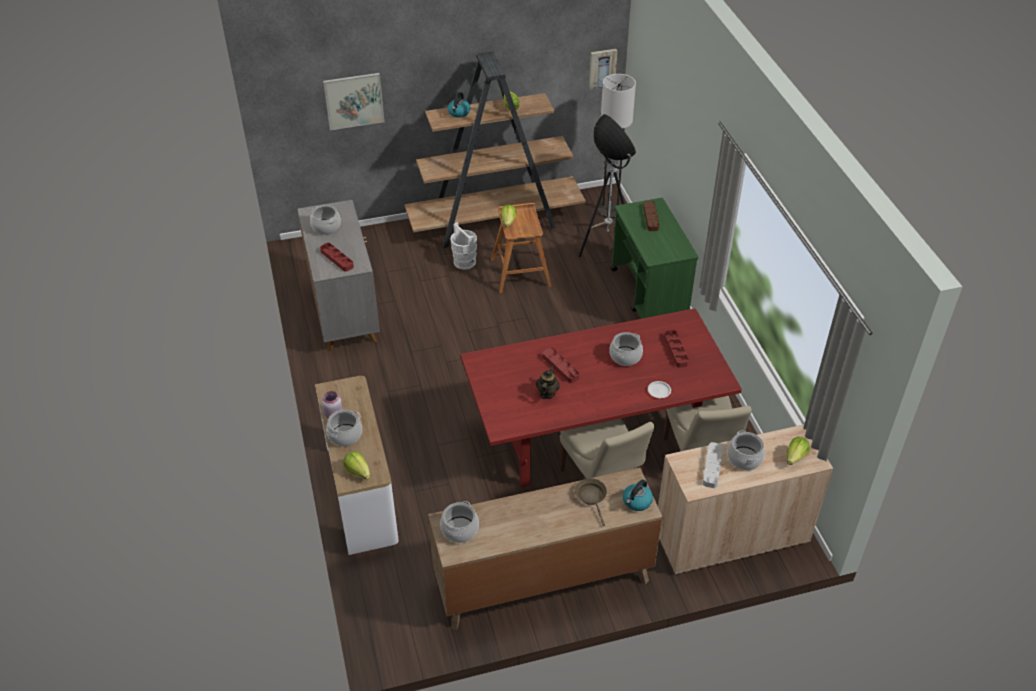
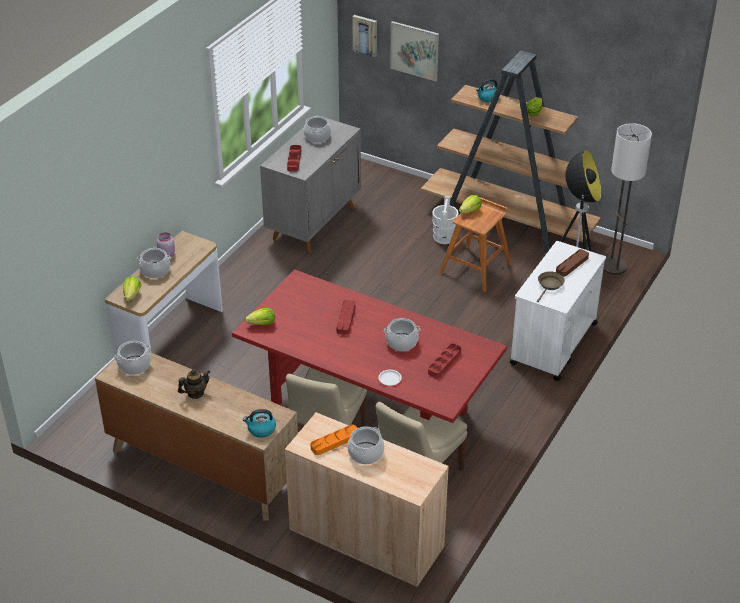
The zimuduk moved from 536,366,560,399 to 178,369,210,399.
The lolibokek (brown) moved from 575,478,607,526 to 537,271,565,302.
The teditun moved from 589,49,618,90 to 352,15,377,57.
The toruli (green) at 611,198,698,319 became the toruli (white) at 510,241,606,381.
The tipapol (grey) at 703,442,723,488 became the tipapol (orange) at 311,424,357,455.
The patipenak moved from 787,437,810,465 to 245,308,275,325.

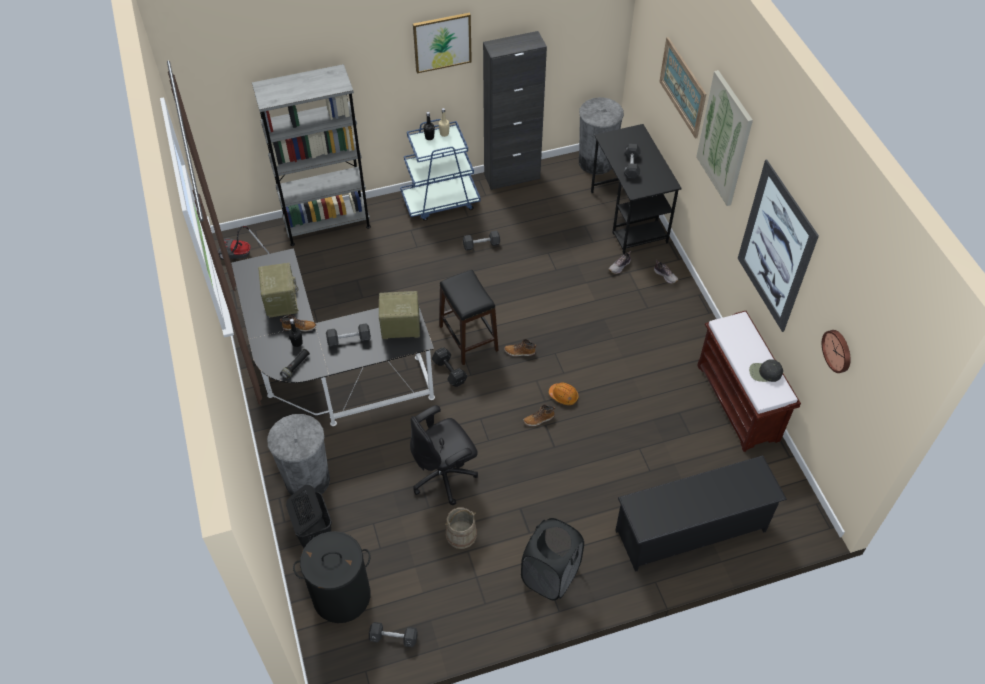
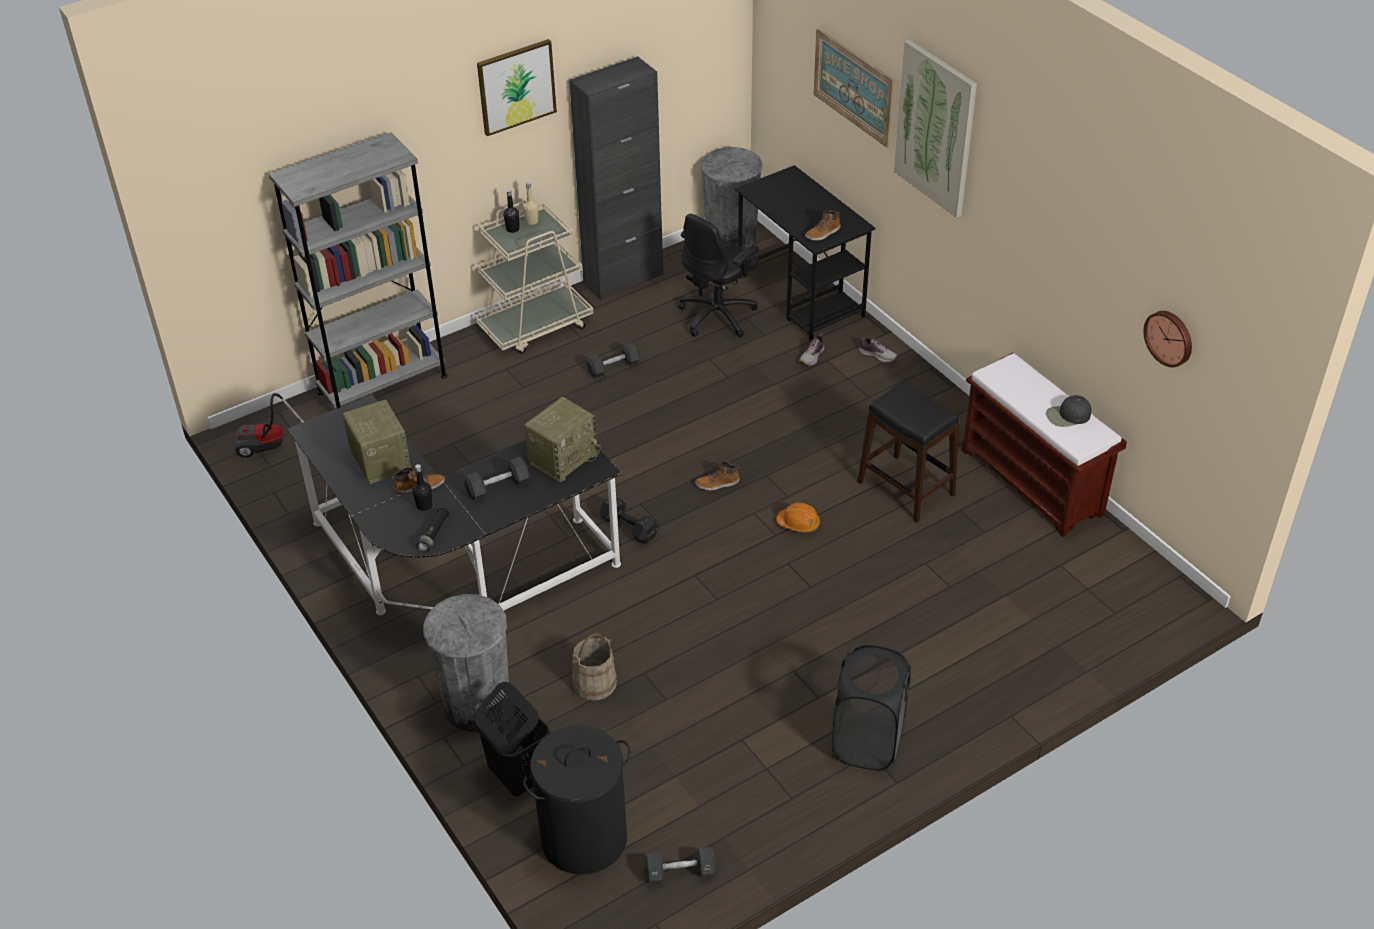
The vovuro at 379,291,420,339 turned 150 degrees clockwise.
The toruli (blue) at 400,119,481,221 became the toruli (beige) at 475,202,593,354.
The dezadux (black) moved from 410,405,478,505 to 678,214,760,337.
The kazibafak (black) moved from 439,270,499,365 to 857,382,959,523.
The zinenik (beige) moved from 445,508,477,549 to 572,633,617,701.
The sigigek moved from 523,405,555,426 to 805,210,841,241.
The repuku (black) at 615,456,787,572 disappeared.
The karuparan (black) at 623,144,640,179 disappeared.
The teditun at 738,159,819,332 disappeared.

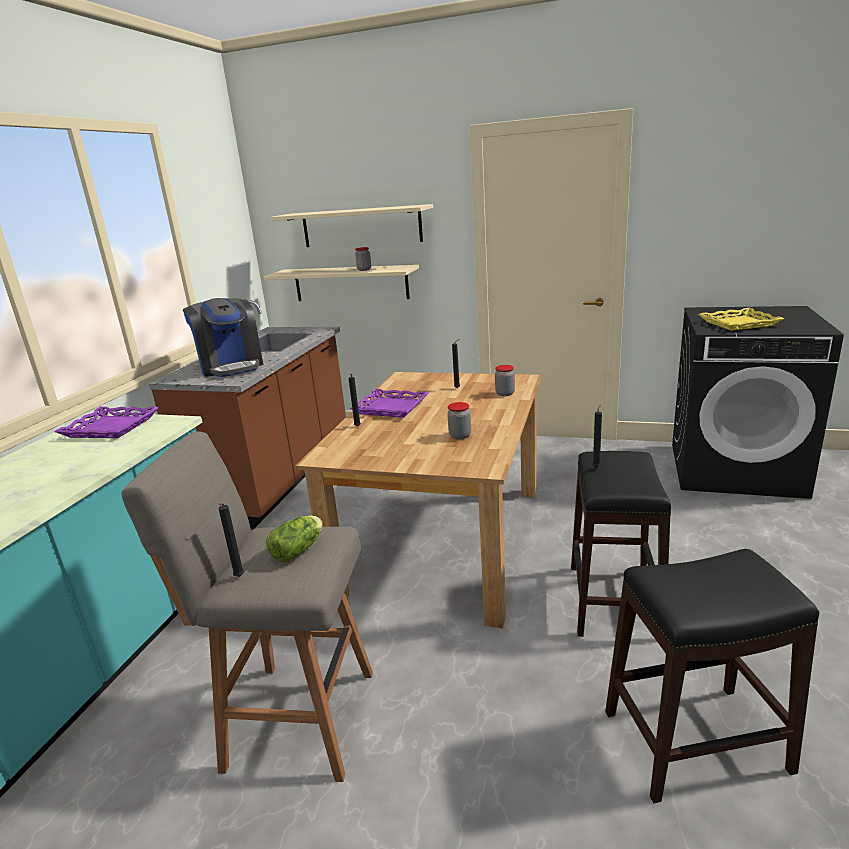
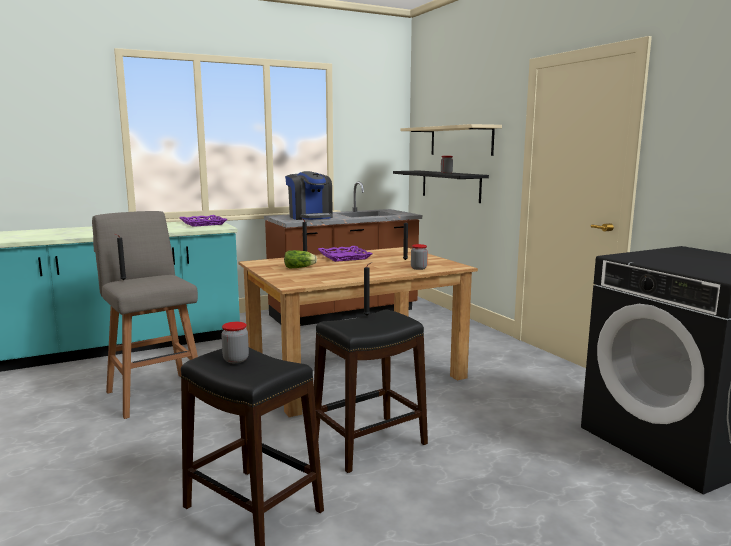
The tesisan at 183,298,263,377 turned 45 degrees counterclockwise.
The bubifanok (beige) at 264,265,419,301 became the bubifanok (black) at 393,171,489,203.
The patipenak moved from 266,516,323,562 to 284,250,317,268.
The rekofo moved from 447,402,471,439 to 221,322,249,363.
The tipapol (yellow) at 699,308,784,331 disappeared.

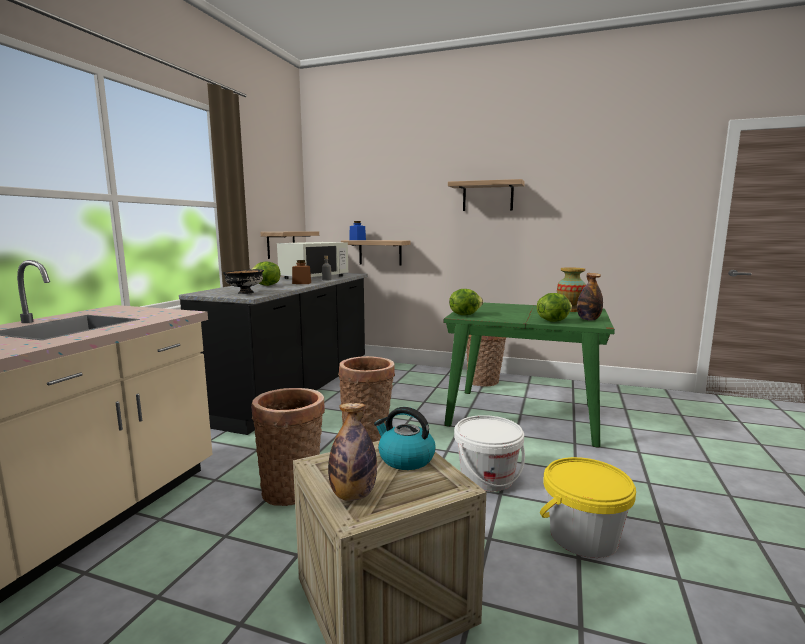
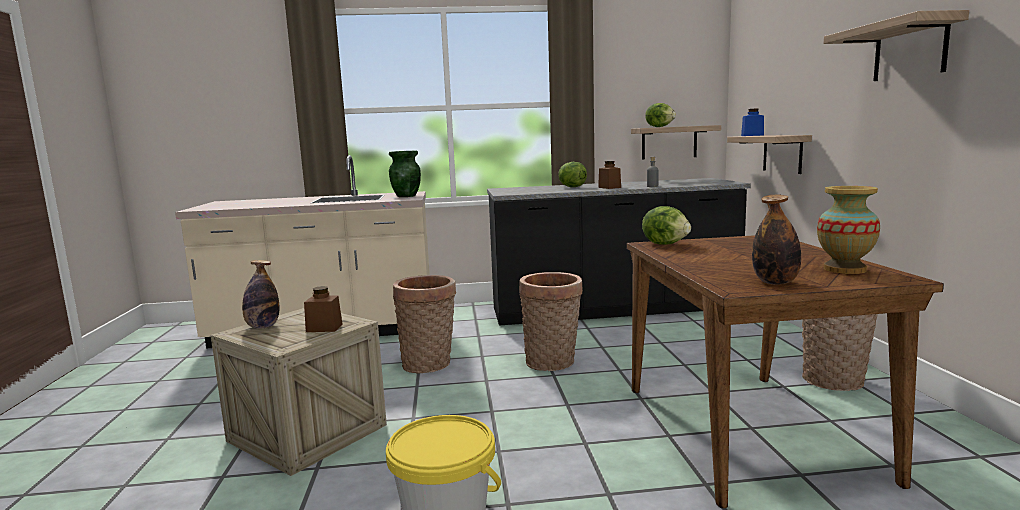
The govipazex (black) at 223,269,264,294 disappeared.
The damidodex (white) at 277,242,348,279 disappeared.
The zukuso at 374,407,435,470 was replaced by the rekofo (brown) at 304,286,342,332.
The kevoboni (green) at 444,303,615,448 became the kevoboni (brown) at 626,235,944,508.
The zinenik (white) at 454,415,525,492 disappeared.
The patipenak moved from 537,293,572,322 to 645,103,676,127.
The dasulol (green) at 389,151,421,197 appeared.

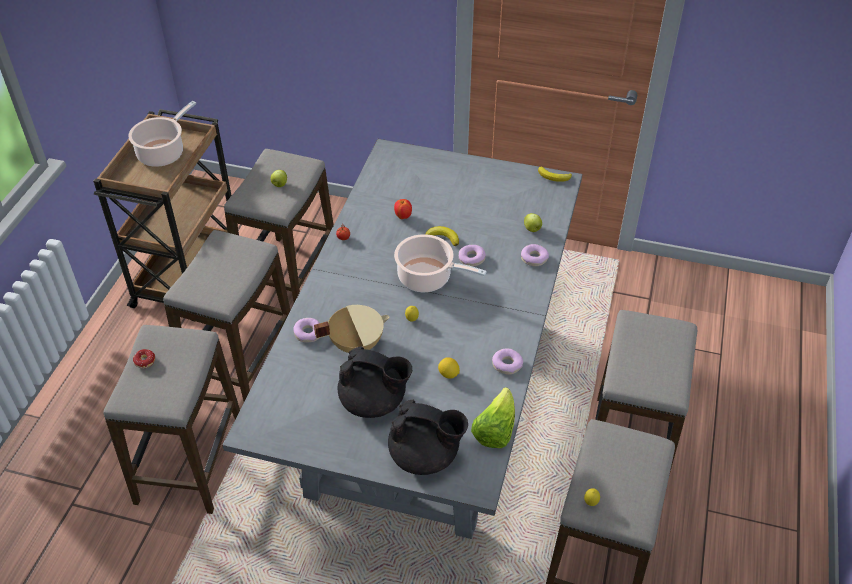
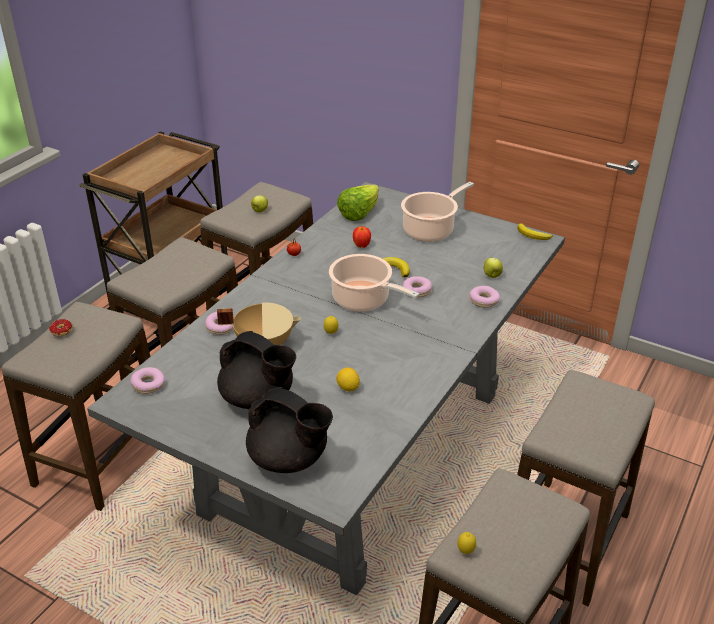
The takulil moved from 128,101,196,167 to 401,182,474,242.
The patipenak moved from 471,387,515,448 to 337,185,379,221.
The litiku moved from 492,348,523,375 to 130,367,165,394.

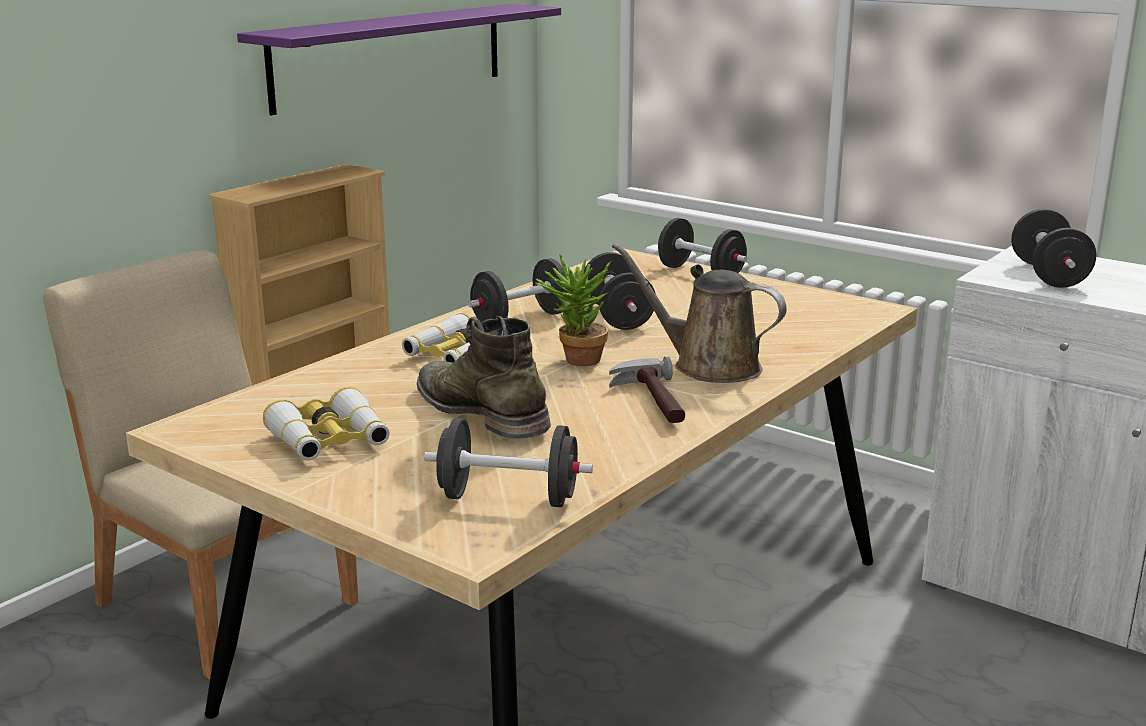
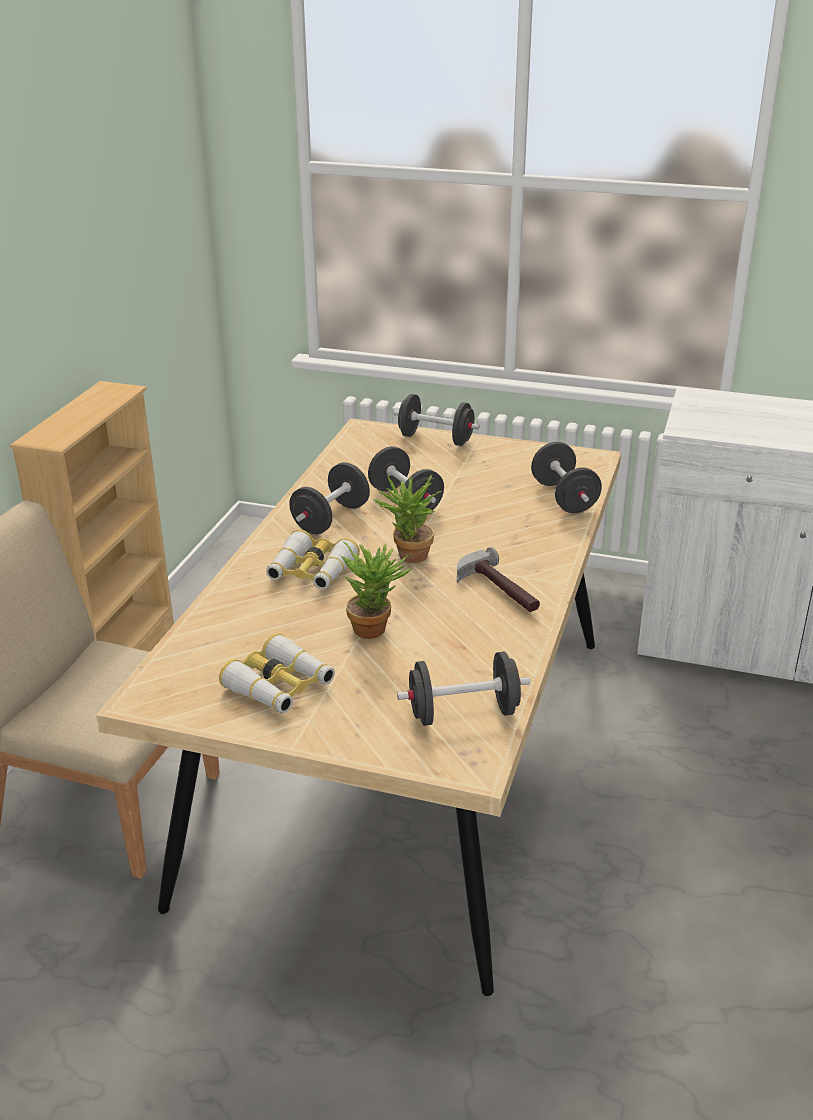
The bubifanok (purple) at 237,4,561,115 disappeared.
The sigigek (green) at 417,316,551,439 was replaced by the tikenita at 341,542,412,639.
The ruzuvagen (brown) at 612,243,787,383 disappeared.
The karuparan (black) moved from 1011,209,1097,288 to 531,442,602,513.

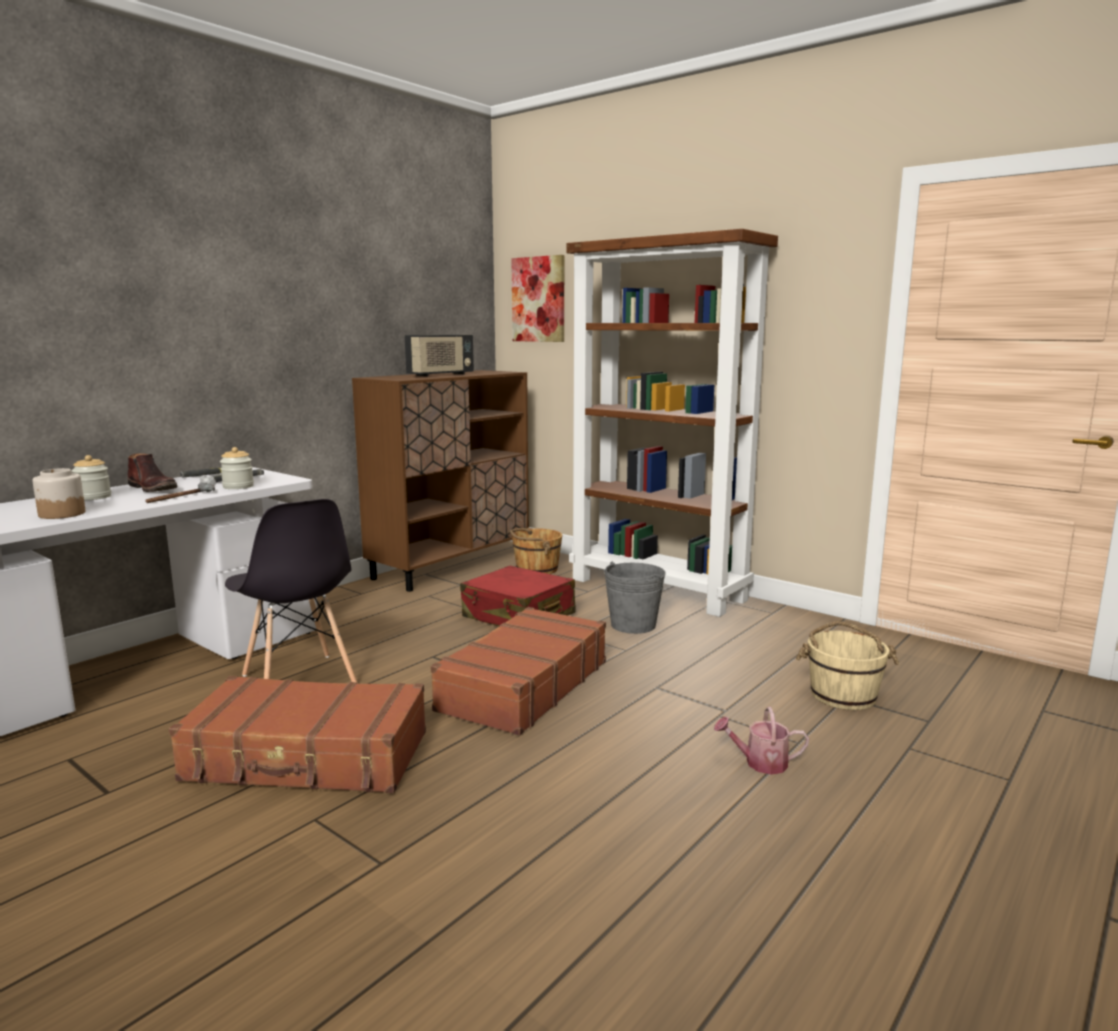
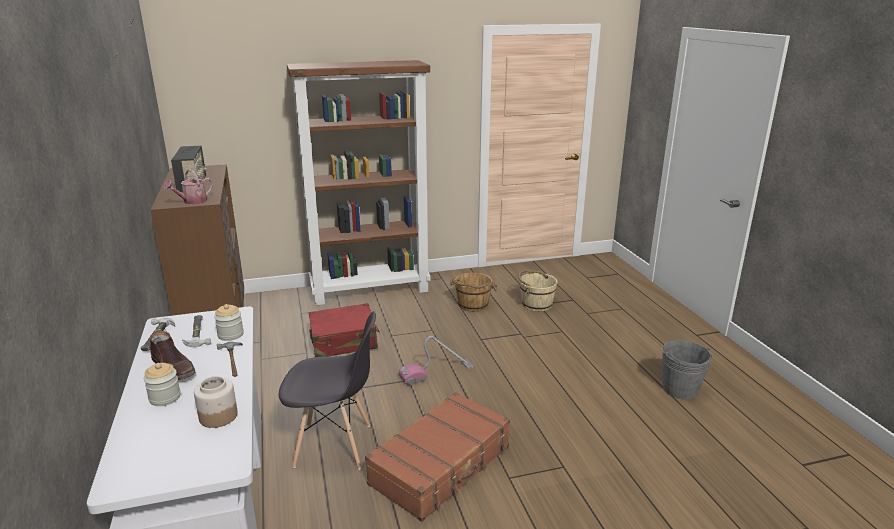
The sigigek (brown) at 127,453,177,492 turned 60 degrees clockwise.
The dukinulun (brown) at 431,607,606,735 was replaced by the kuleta at 399,336,474,386.
The zinenik (brown) moved from 509,528,562,574 to 450,273,497,311.
The teditun at 511,255,564,342 disappeared.
The zinenik (grey) moved from 604,562,666,634 to 662,340,712,399.
The ruzuvagen moved from 714,707,809,775 to 163,169,213,204.

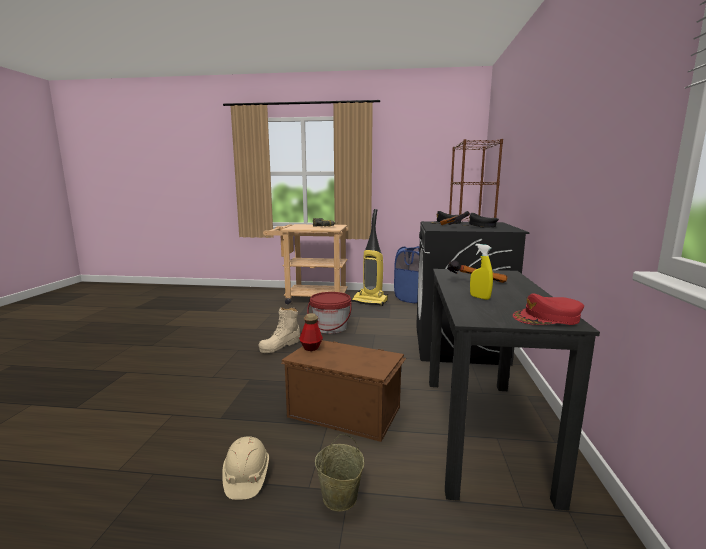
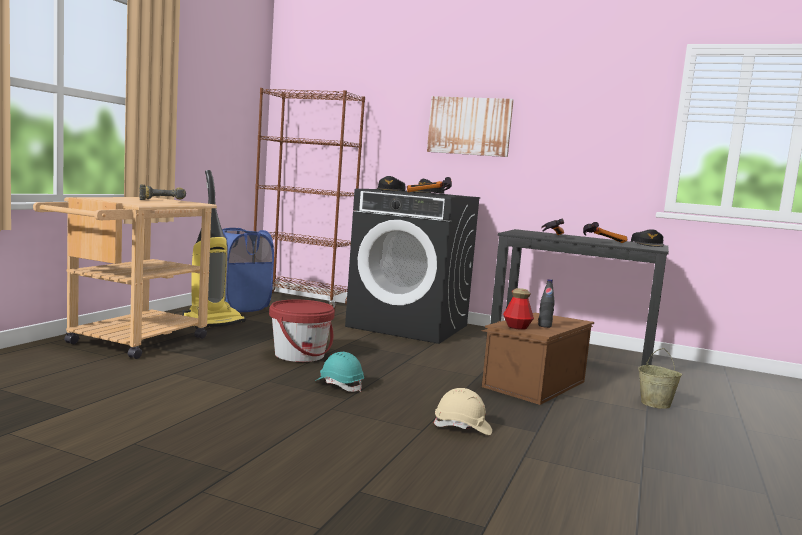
The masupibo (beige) moved from 222,436,269,500 to 433,388,492,435.
The sigigek (beige) at 259,307,300,353 was replaced by the masupibo (turquoise) at 315,352,364,392.
The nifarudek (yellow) at 470,244,493,300 was replaced by the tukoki at 583,222,628,243.
The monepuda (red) at 513,293,584,325 became the monepuda (black) at 631,229,664,247.
The teditun at 427,96,514,157 appeared.
The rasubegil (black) at 538,279,555,328 appeared.

